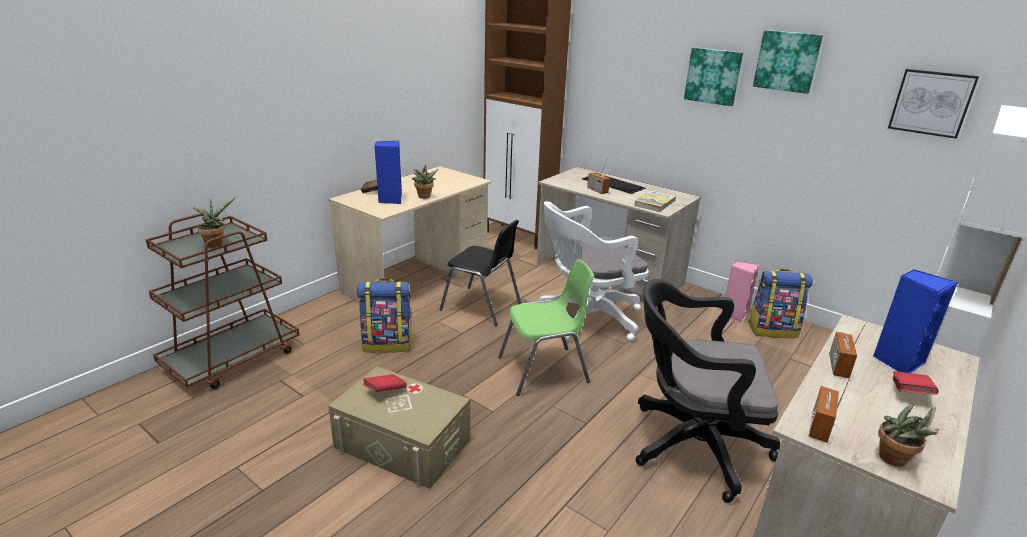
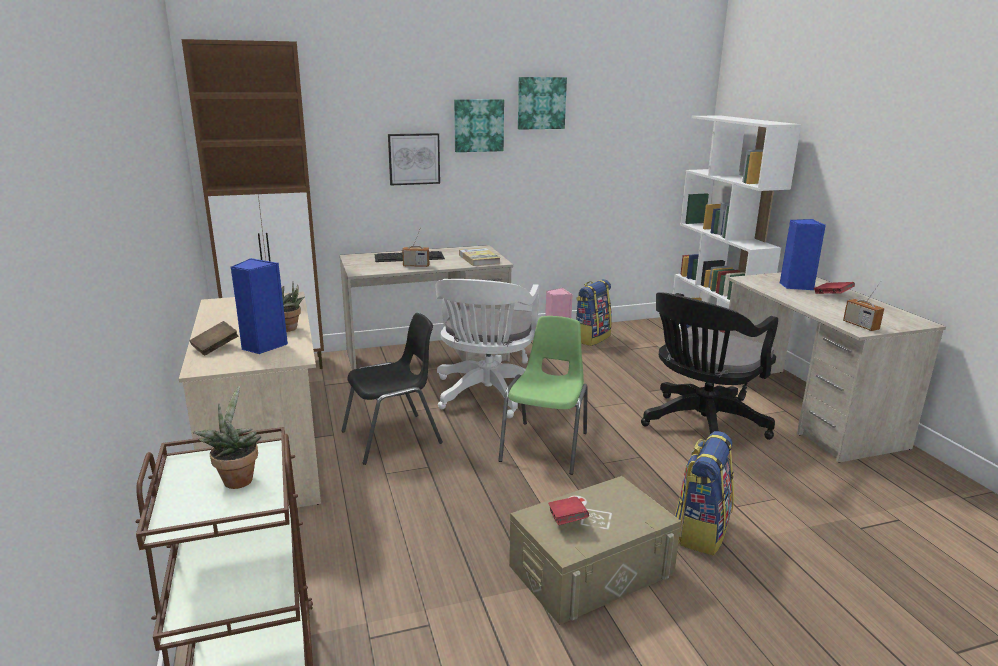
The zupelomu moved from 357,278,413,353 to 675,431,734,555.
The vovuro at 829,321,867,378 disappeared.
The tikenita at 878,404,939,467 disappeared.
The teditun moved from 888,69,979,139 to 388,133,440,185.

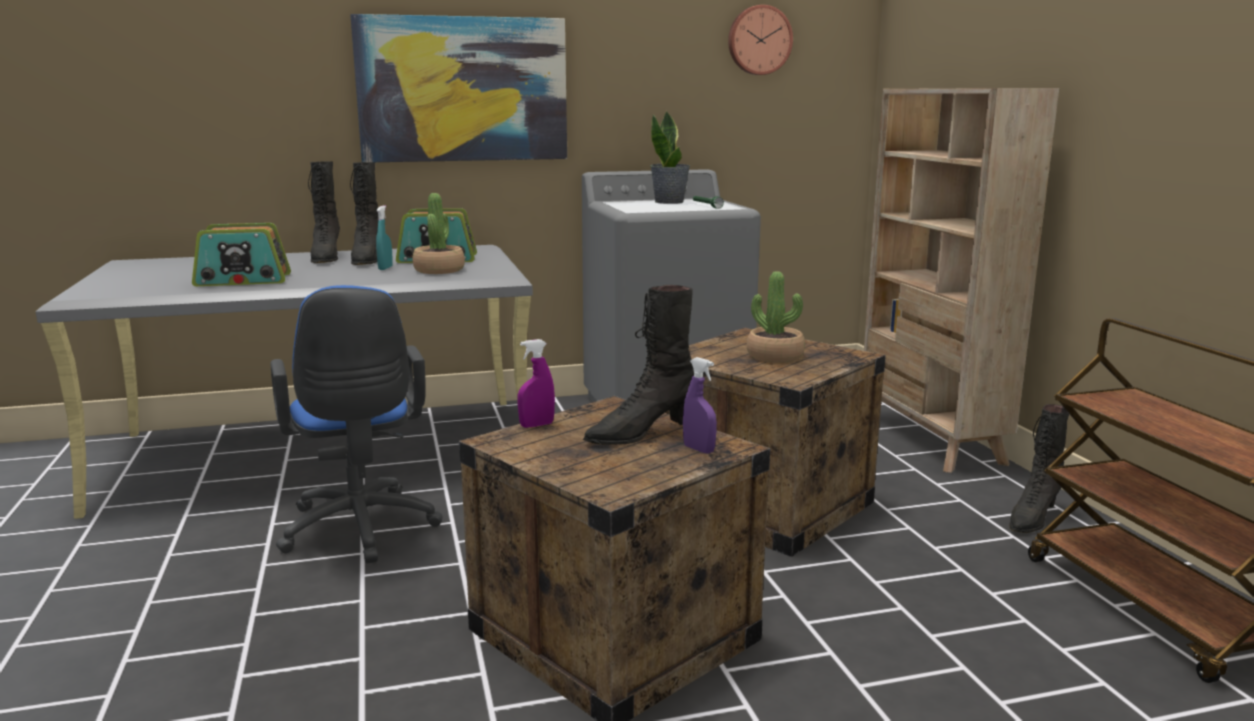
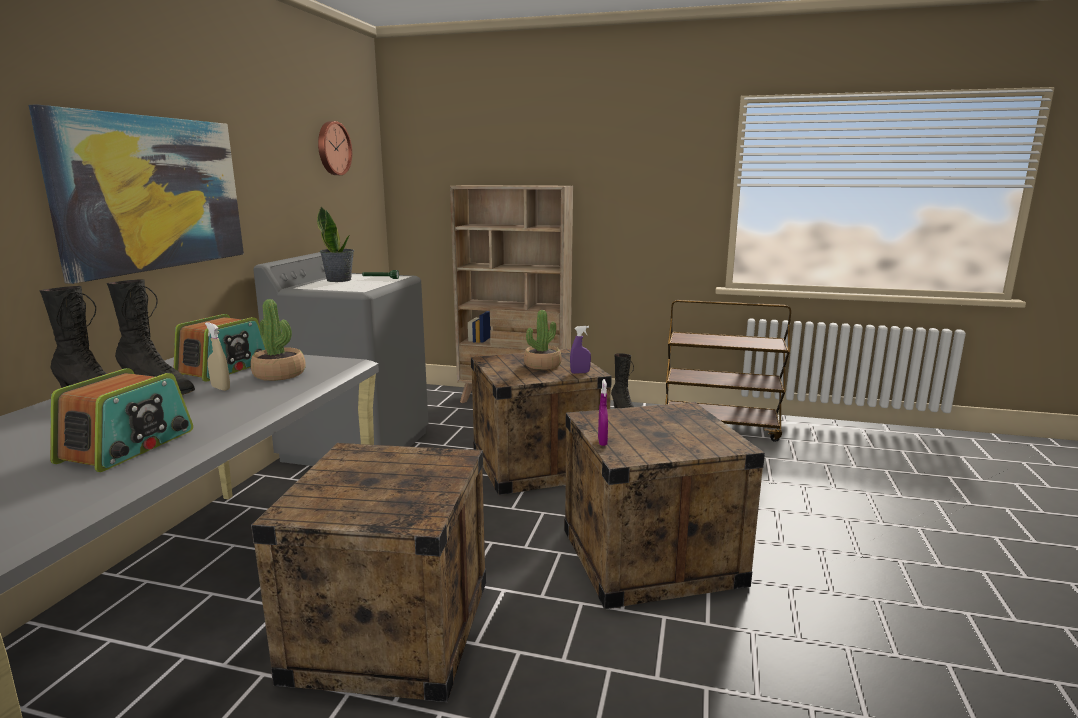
The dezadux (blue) at 271,285,443,564 was replaced by the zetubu at 251,443,486,702.
The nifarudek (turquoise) at 376,205,393,270 became the nifarudek (beige) at 205,322,230,391.
The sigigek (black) at 583,285,694,445 disappeared.
The nifarudek (purple) moved from 683,357,717,454 to 570,326,591,374.

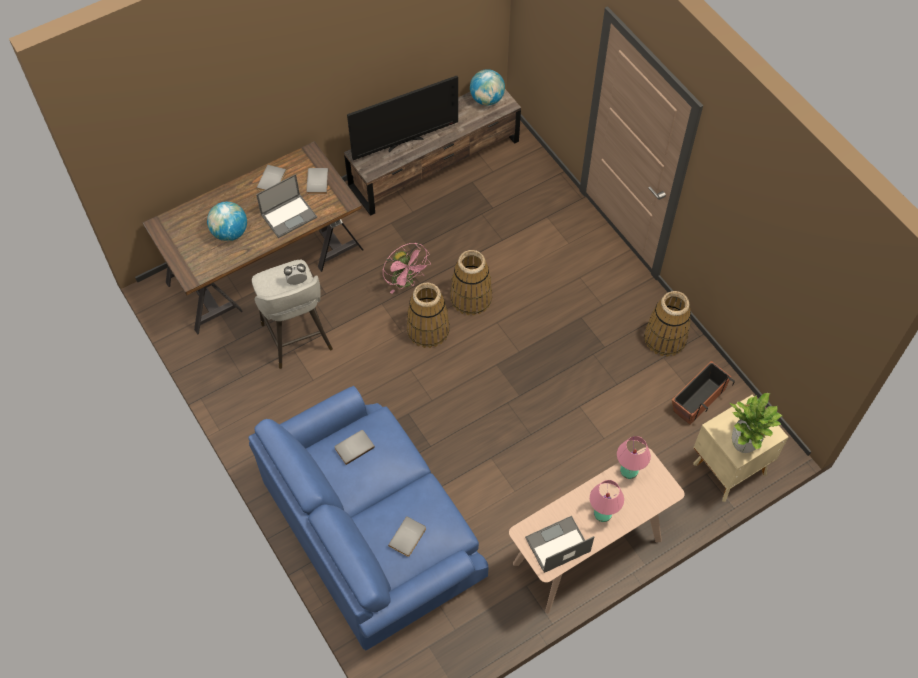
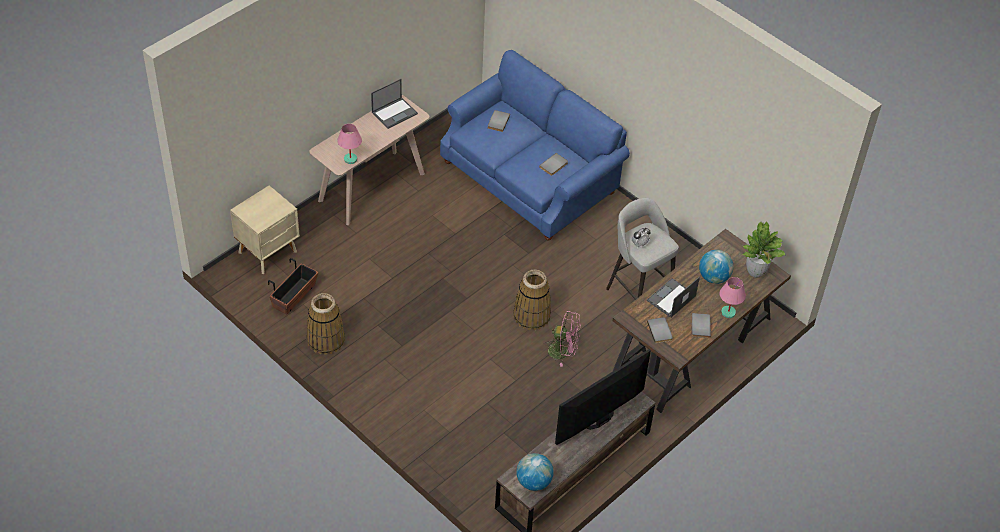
The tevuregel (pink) at 383,243,431,294 turned 150 degrees clockwise.
The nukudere at 450,250,492,316 disappeared.
The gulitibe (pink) moved from 590,480,624,522 to 719,277,746,318.
The tikenita moved from 729,393,782,453 to 743,222,785,278.

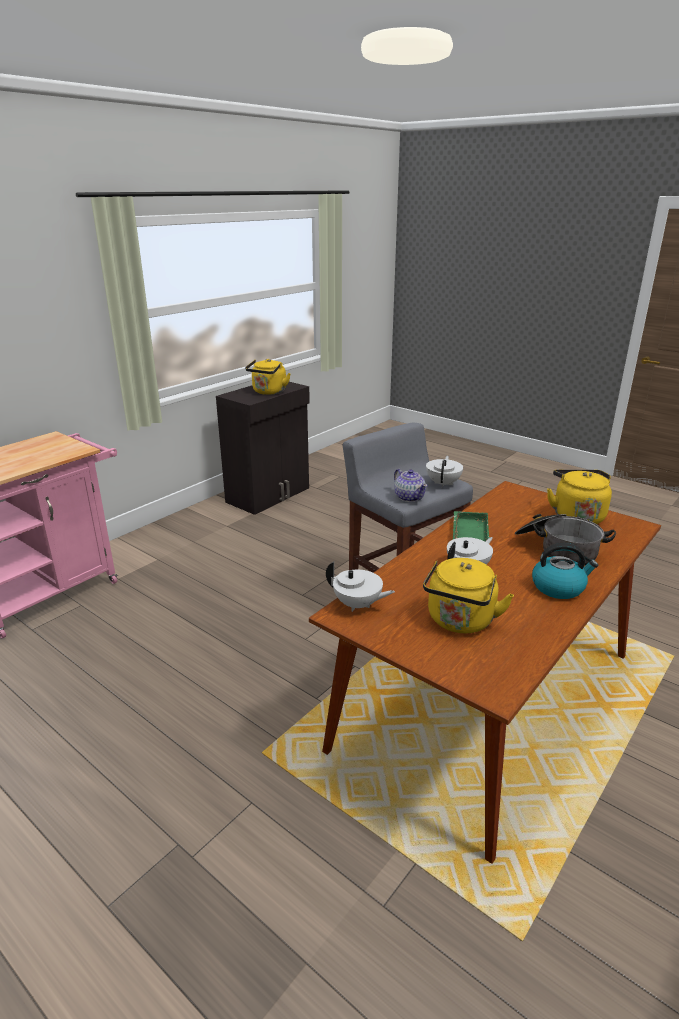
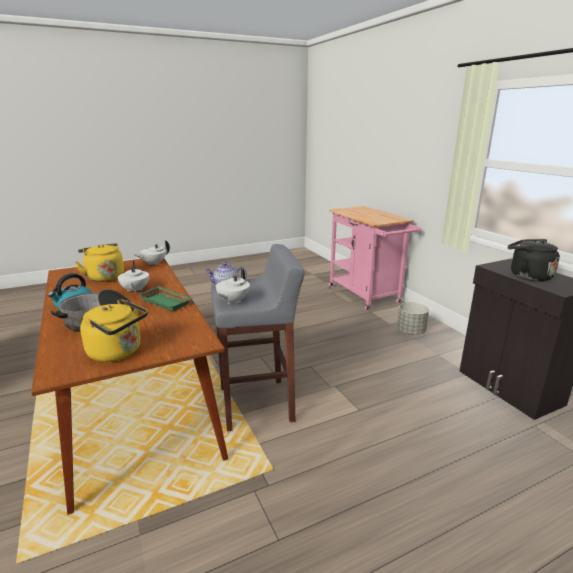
The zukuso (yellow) at 245,359,291,395 became the zukuso (black) at 508,239,560,282.
The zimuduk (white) at 426,456,463,487 turned 75 degrees clockwise.
The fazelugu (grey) at 397,302,429,335 appeared.

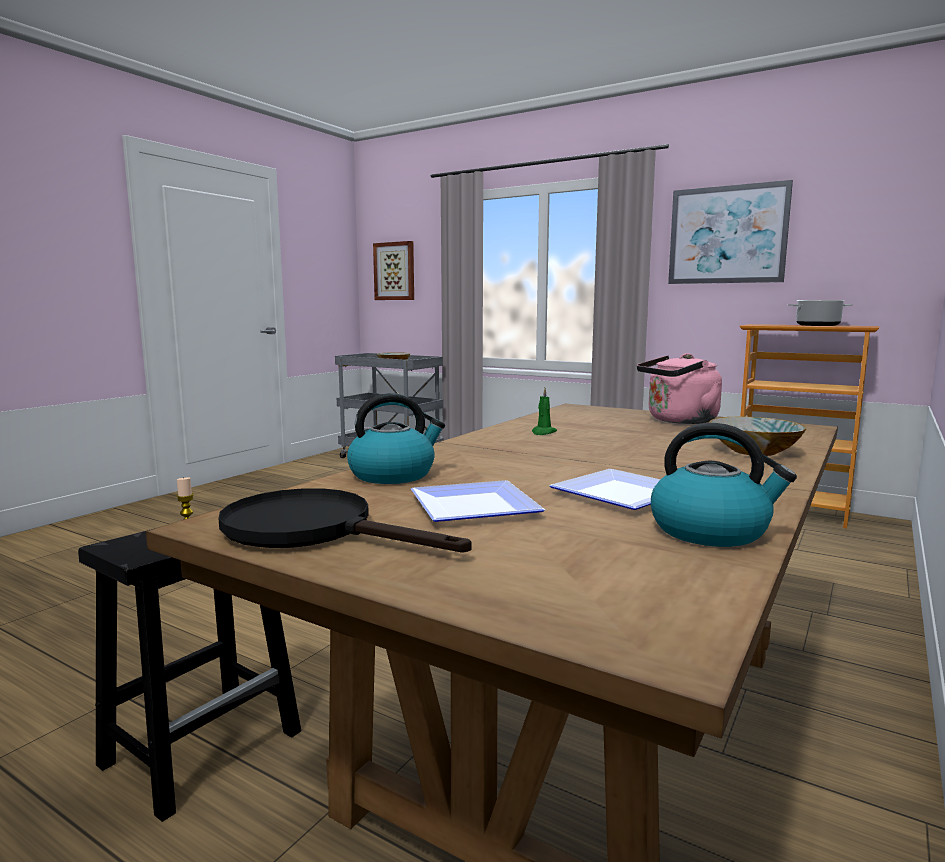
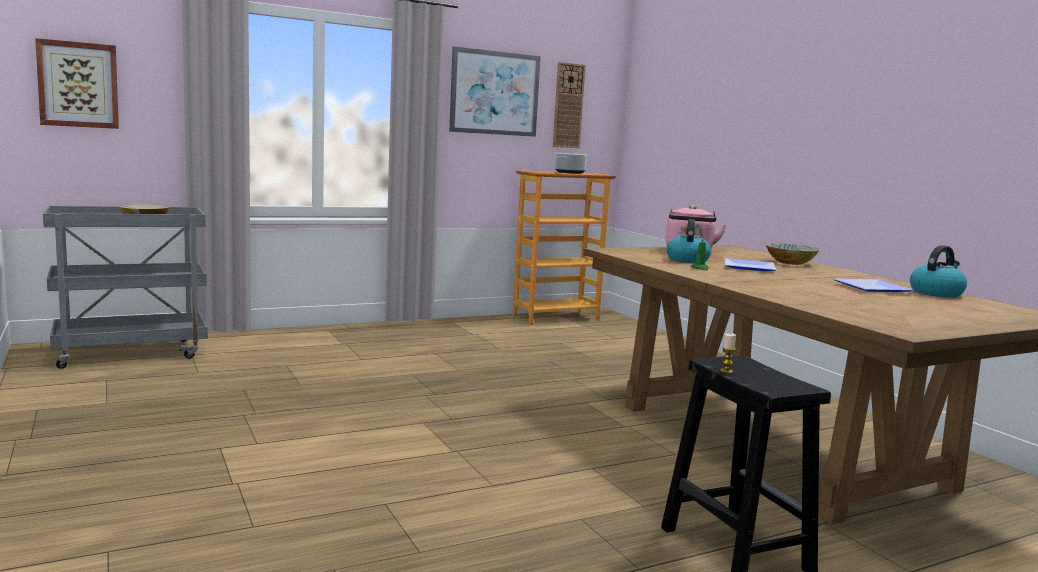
The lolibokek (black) at 219,488,472,553 disappeared.
The zukuso moved from 347,393,445,484 to 667,219,711,263.
The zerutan moved from 411,480,545,522 to 725,258,776,271.
The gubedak at 553,62,586,148 appeared.

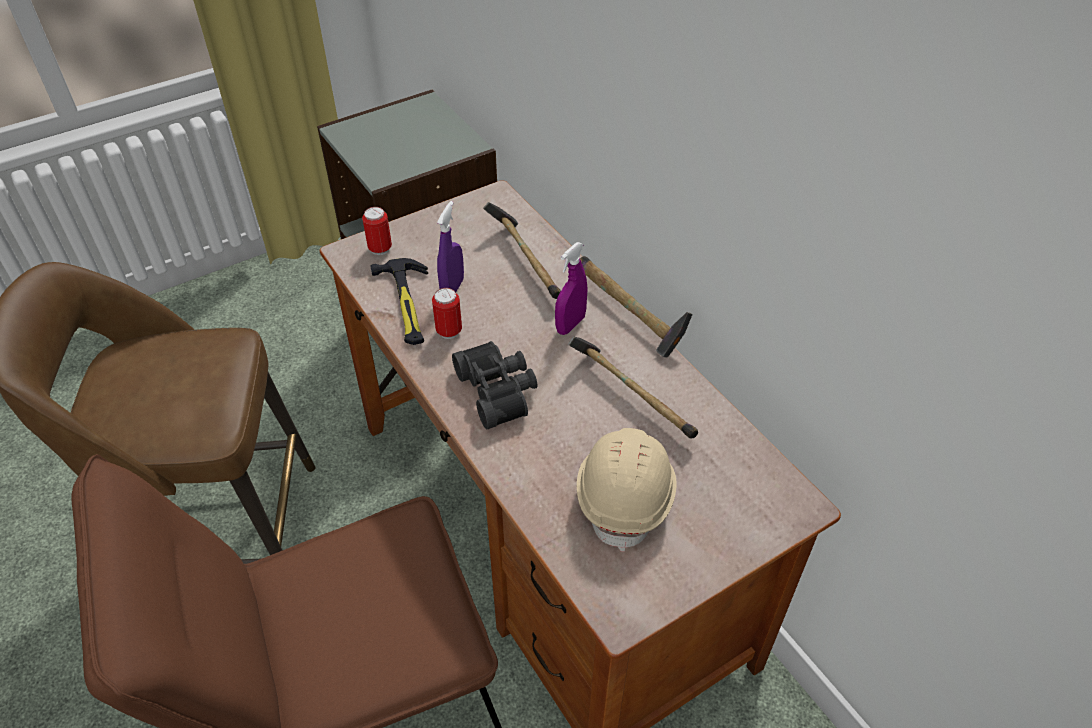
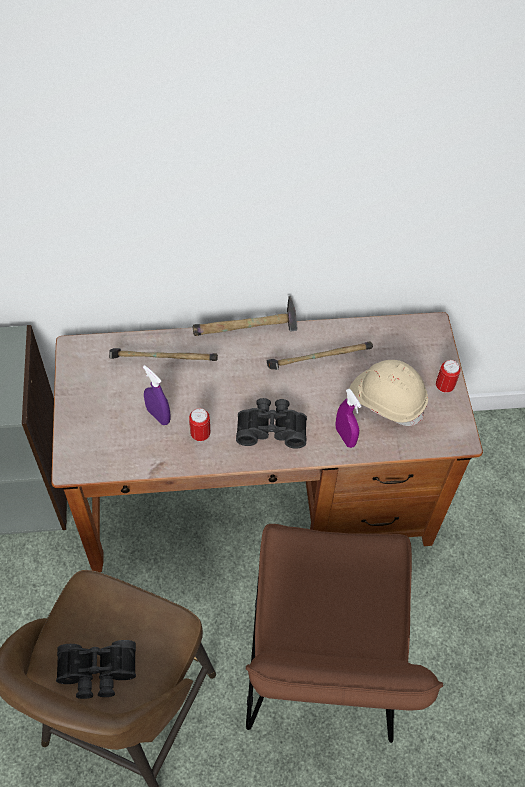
The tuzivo moved from 362,207,392,255 to 436,360,461,393.
The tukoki at 370,258,428,345 disappeared.
The nifarudek (purple) moved from 555,242,588,335 to 336,388,361,448.
The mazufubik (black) at 56,640,136,699 appeared.

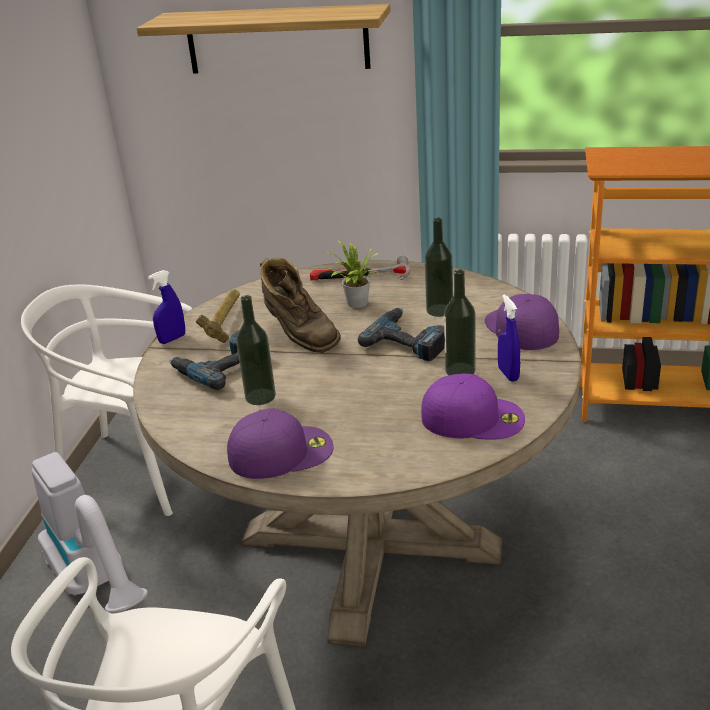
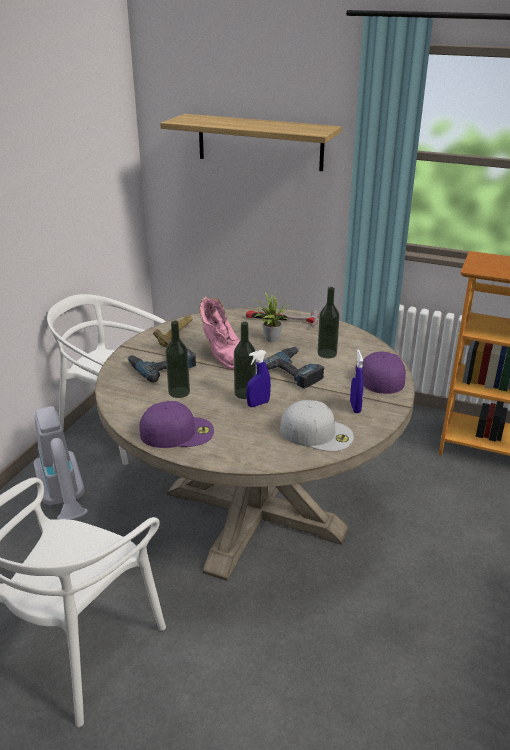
The nifarudek (blue) moved from 148,270,185,344 to 246,350,271,407.
The sigigek (brown) at 260,258,341,353 became the sigigek (pink) at 199,297,240,370.
The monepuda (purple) at 421,373,525,440 became the monepuda (white) at 280,400,354,452.
The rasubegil moved from 444,269,476,375 to 234,322,256,399.

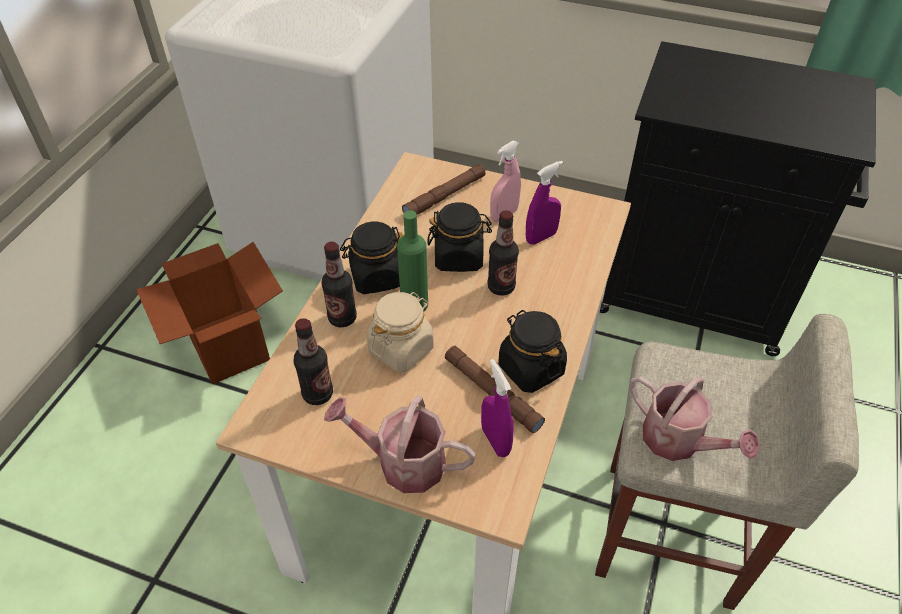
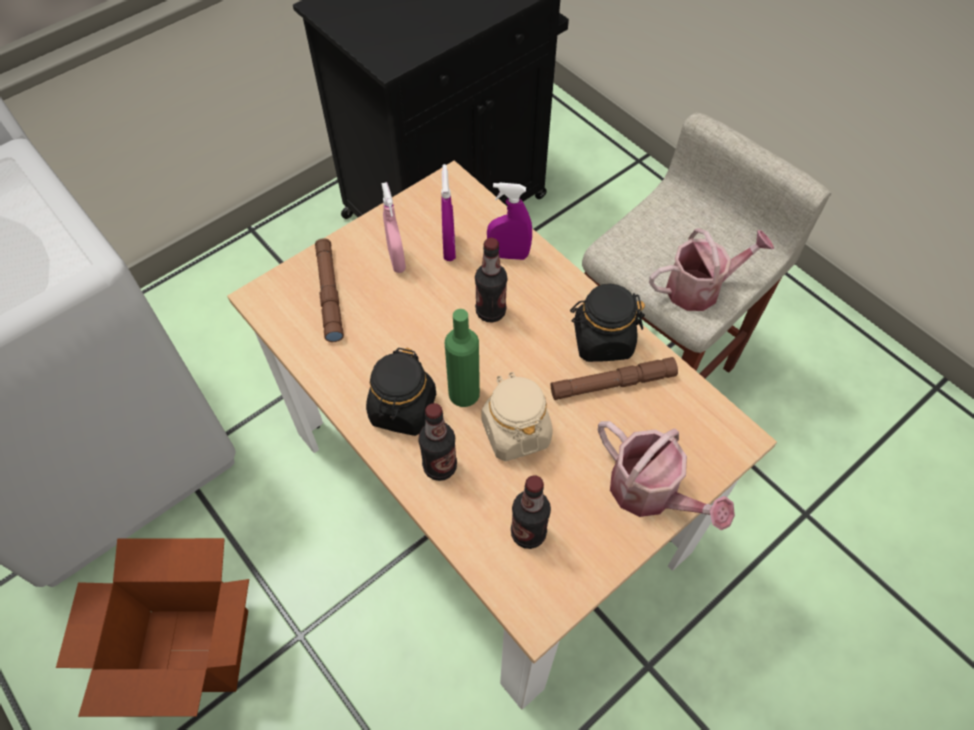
The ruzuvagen at 324,396,476,493 turned 90 degrees counterclockwise.
The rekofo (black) at 428,202,492,272 disappeared.
The nifarudek (purple) moved from 481,359,514,457 to 487,182,532,260.

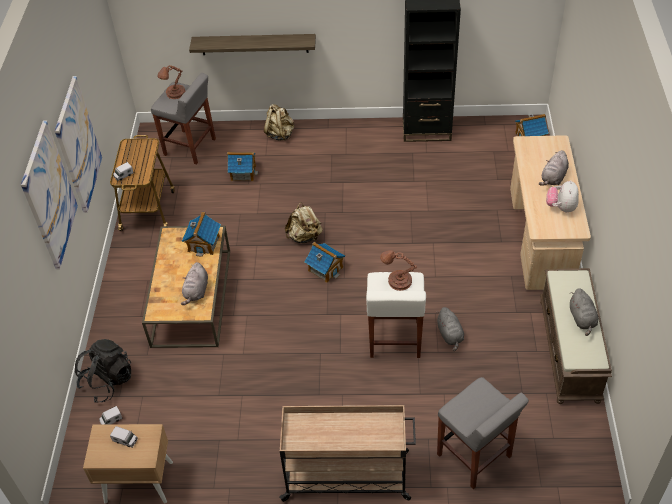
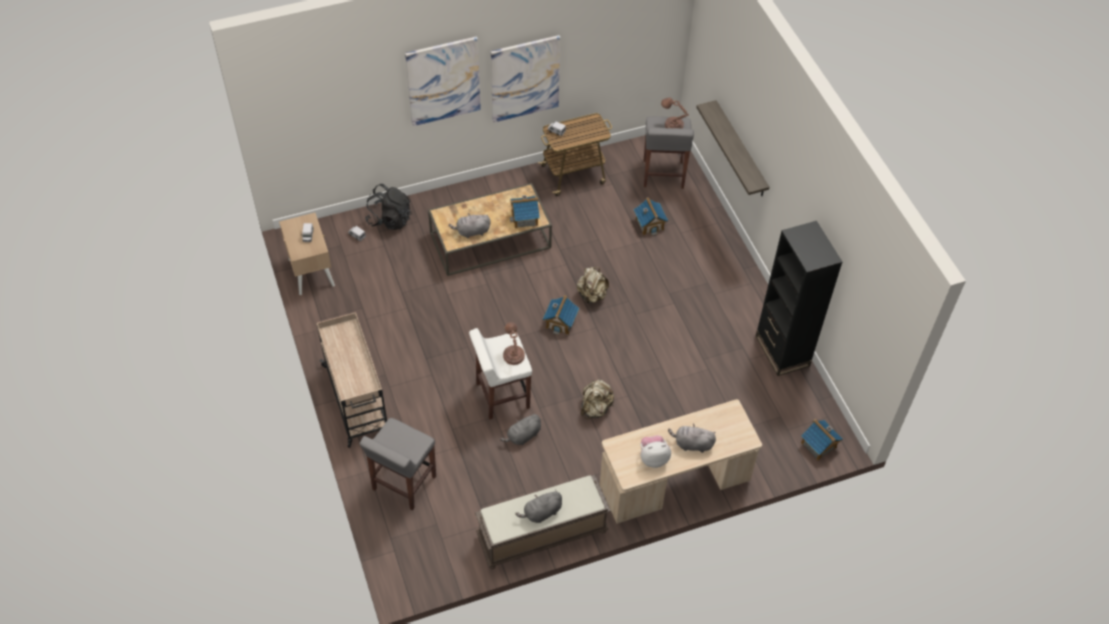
The zupelomu (beige) moved from 264,104,294,141 to 581,380,614,419.

